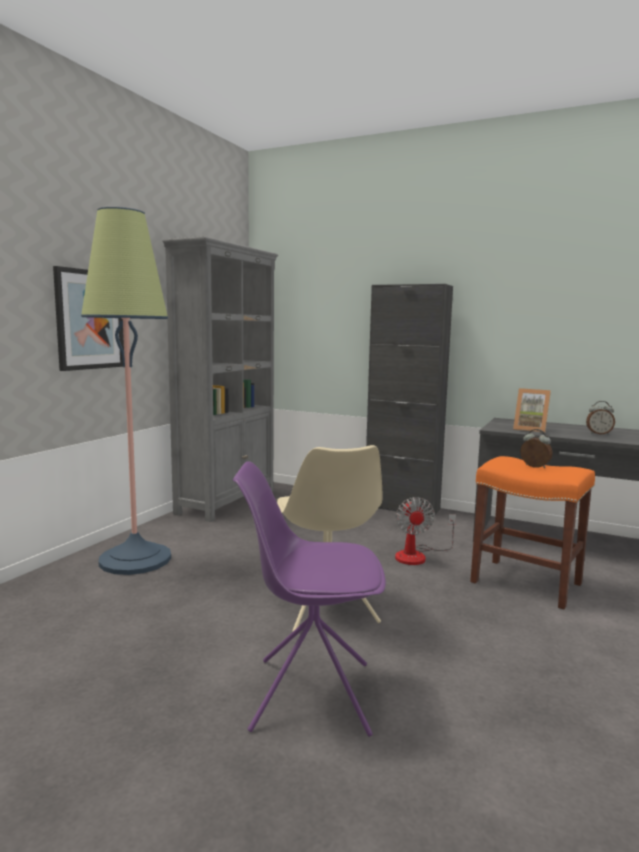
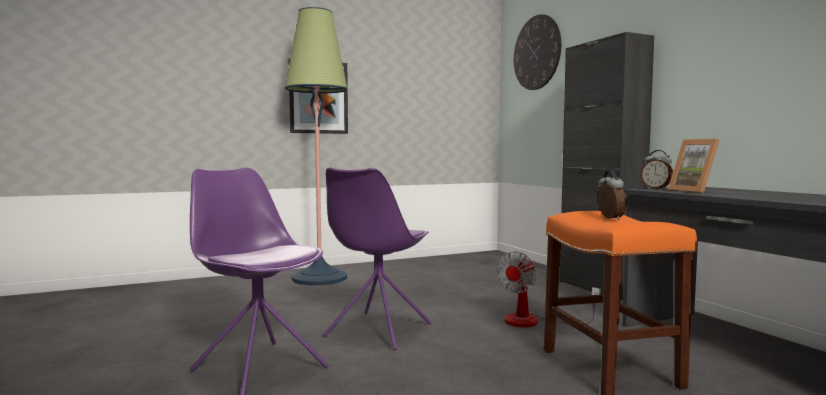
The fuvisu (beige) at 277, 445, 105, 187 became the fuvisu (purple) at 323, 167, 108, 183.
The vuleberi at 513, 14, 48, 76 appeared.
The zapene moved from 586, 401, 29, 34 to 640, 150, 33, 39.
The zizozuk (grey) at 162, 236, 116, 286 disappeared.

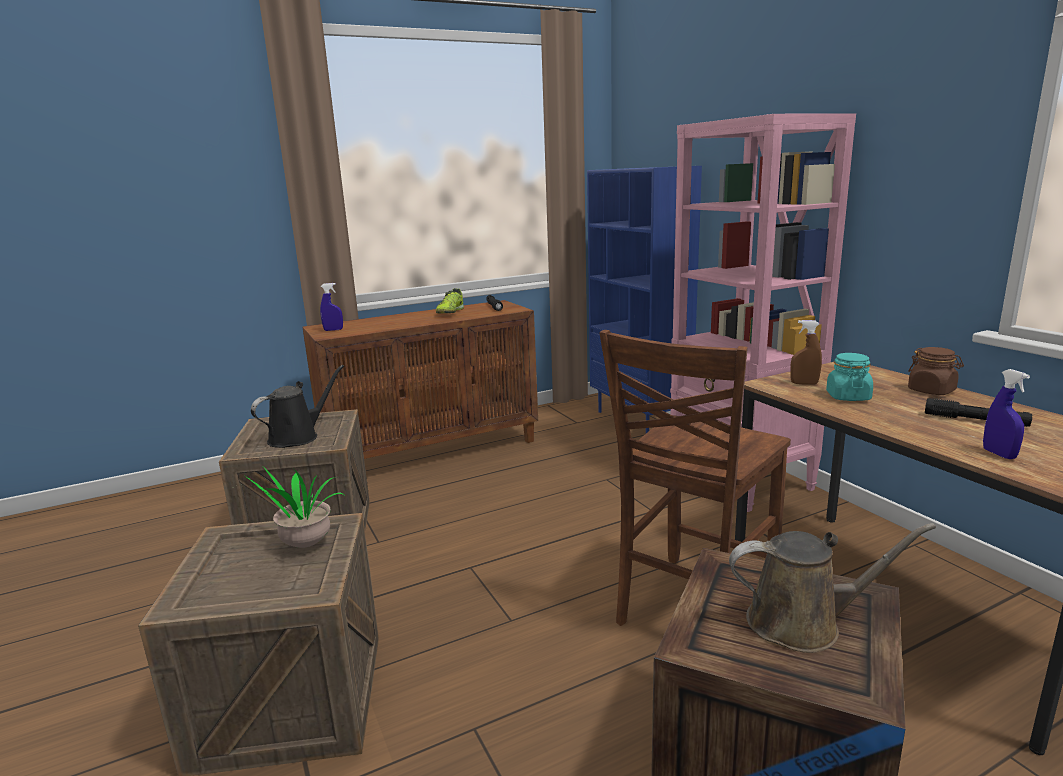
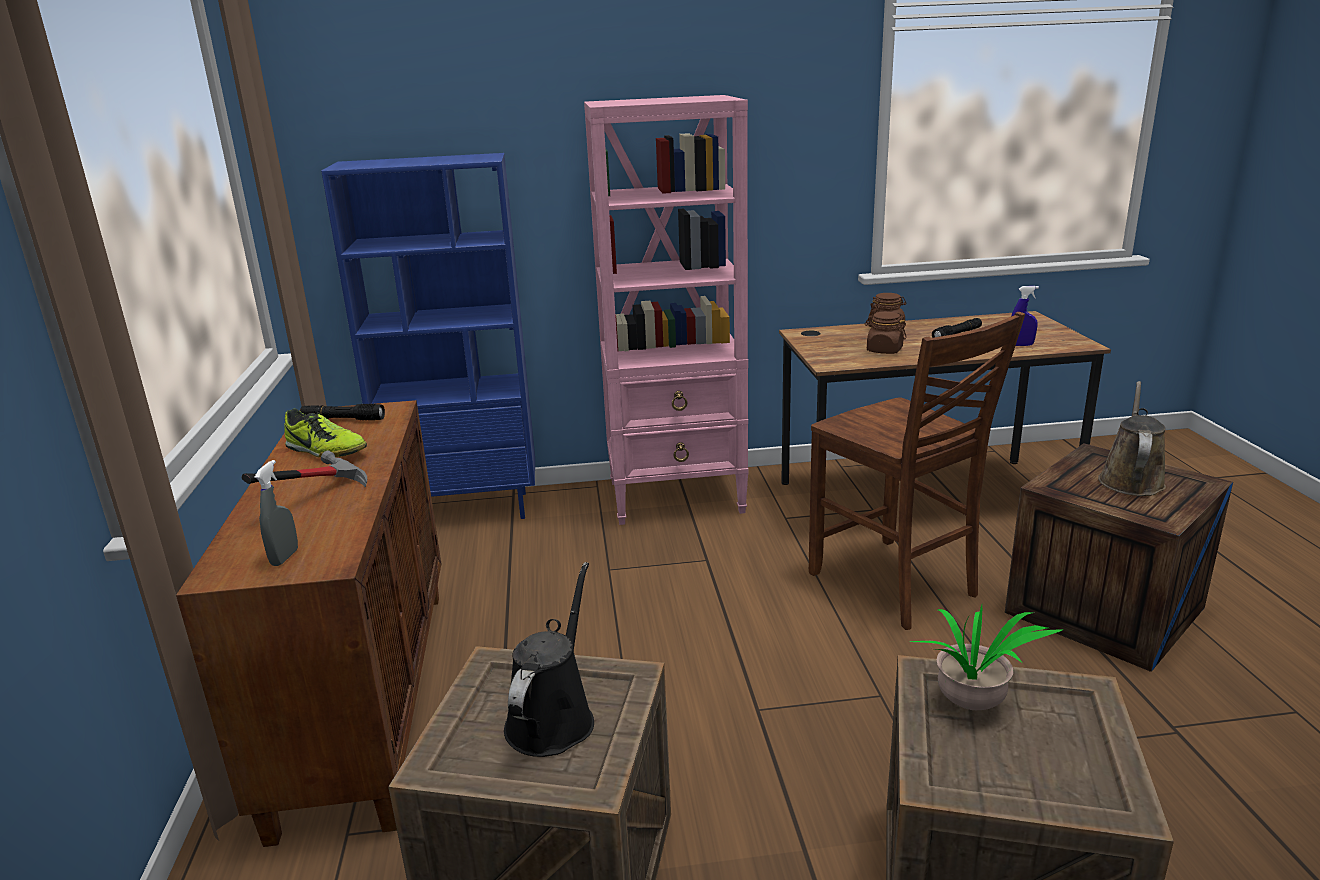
The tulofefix at 241, 450, 126, 37 appeared.
The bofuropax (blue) at 320, 283, 23, 48 became the bofuropax (grey) at 255, 460, 43, 106.
The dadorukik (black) at 251, 365, 93, 83 turned 45 degrees clockwise.
The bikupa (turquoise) at 826, 353, 47, 48 became the bikupa (brown) at 865, 312, 42, 42.
The bofuropax (brown) at 790, 320, 32, 65 disappeared.

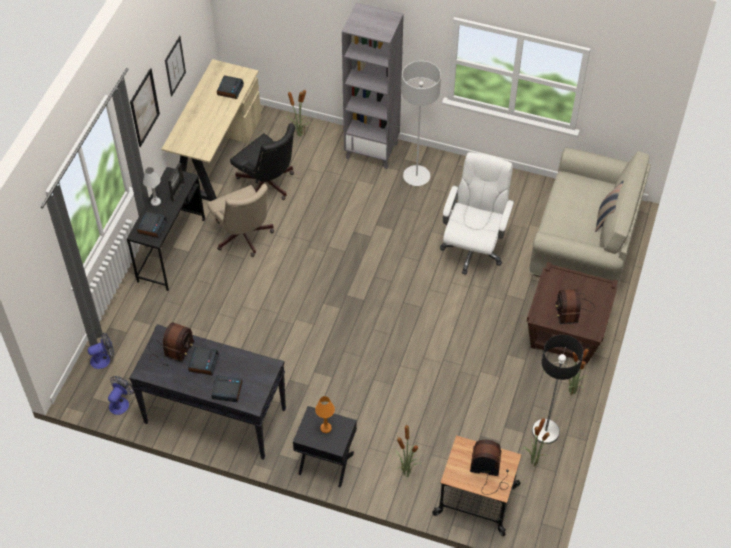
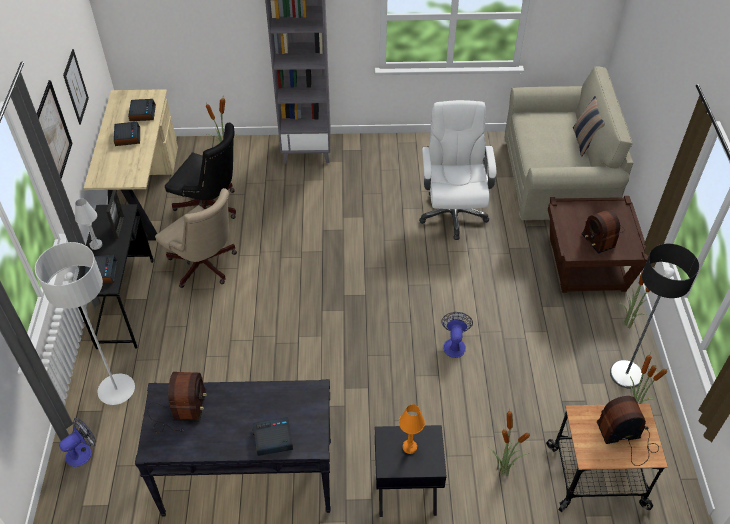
The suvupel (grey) moved from 402, 61, 39, 125 to 35, 242, 100, 163.
The zapene moved from 188, 346, 31, 29 to 114, 122, 26, 24.
The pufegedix moved from 108, 376, 26, 39 to 441, 312, 32, 46.

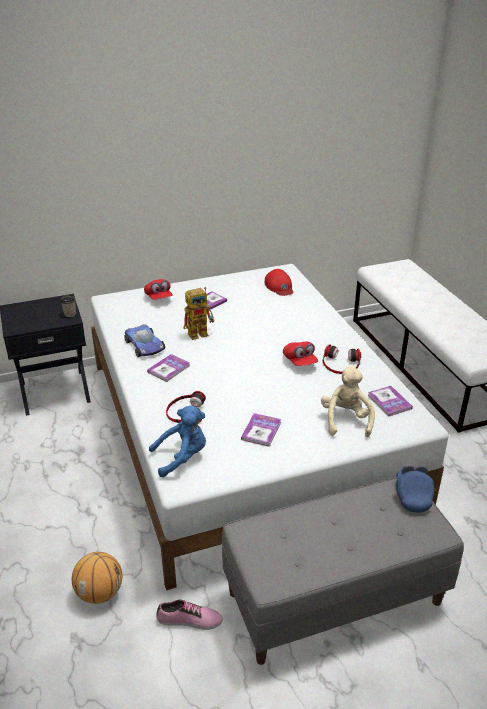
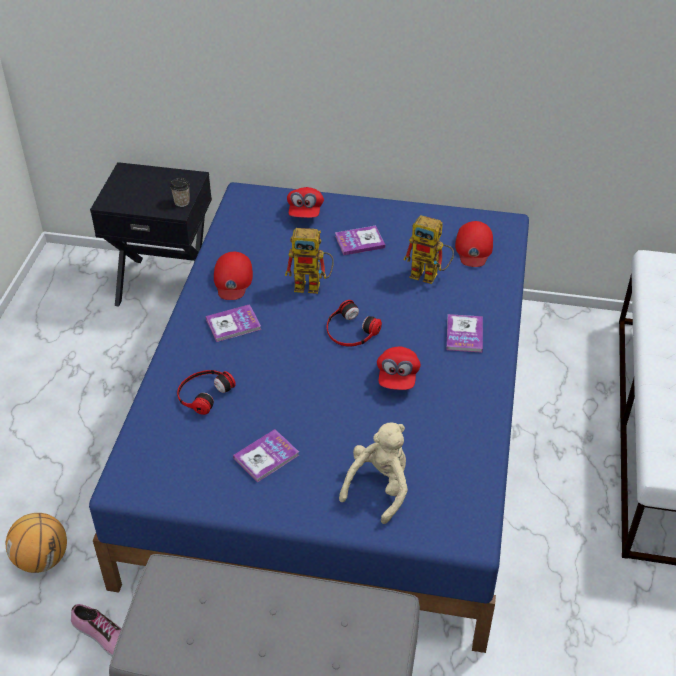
The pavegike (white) at 91, 264, 358, 326 became the pavegike (blue) at 89, 182, 440, 471.
The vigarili at 124, 324, 41, 33 was replaced by the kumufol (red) at 214, 252, 39, 48.
The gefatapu moved from 323, 344, 38, 30 to 327, 300, 55, 46.
The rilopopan at 403, 215, 51, 69 appeared.
The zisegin moved from 367, 386, 46, 31 to 447, 314, 36, 39.
The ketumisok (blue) at 149, 406, 57, 71 disappeared.
The kumufol (blue) at 396, 465, 38, 48 disappeared.

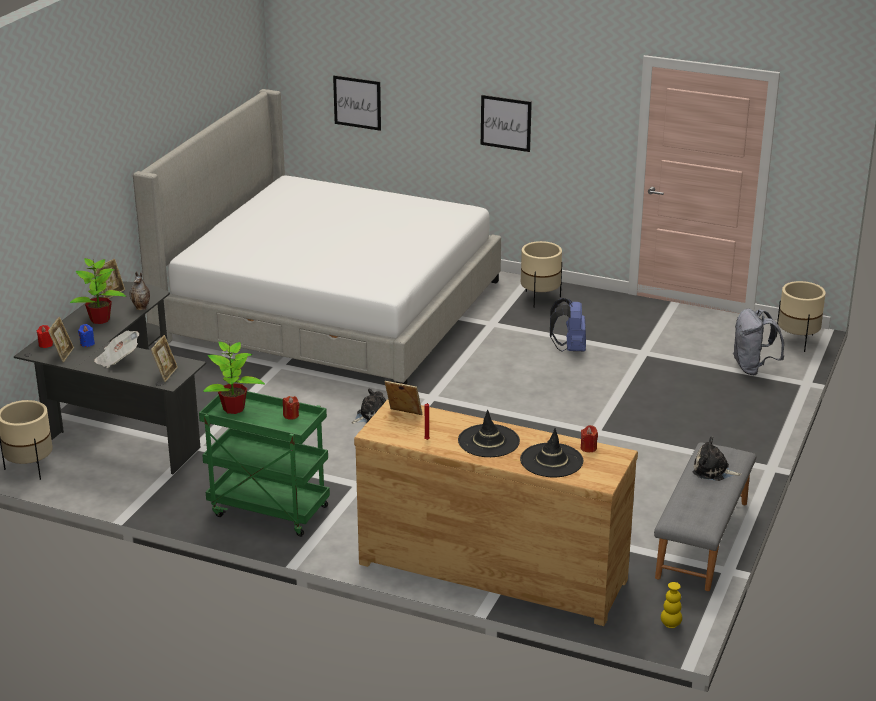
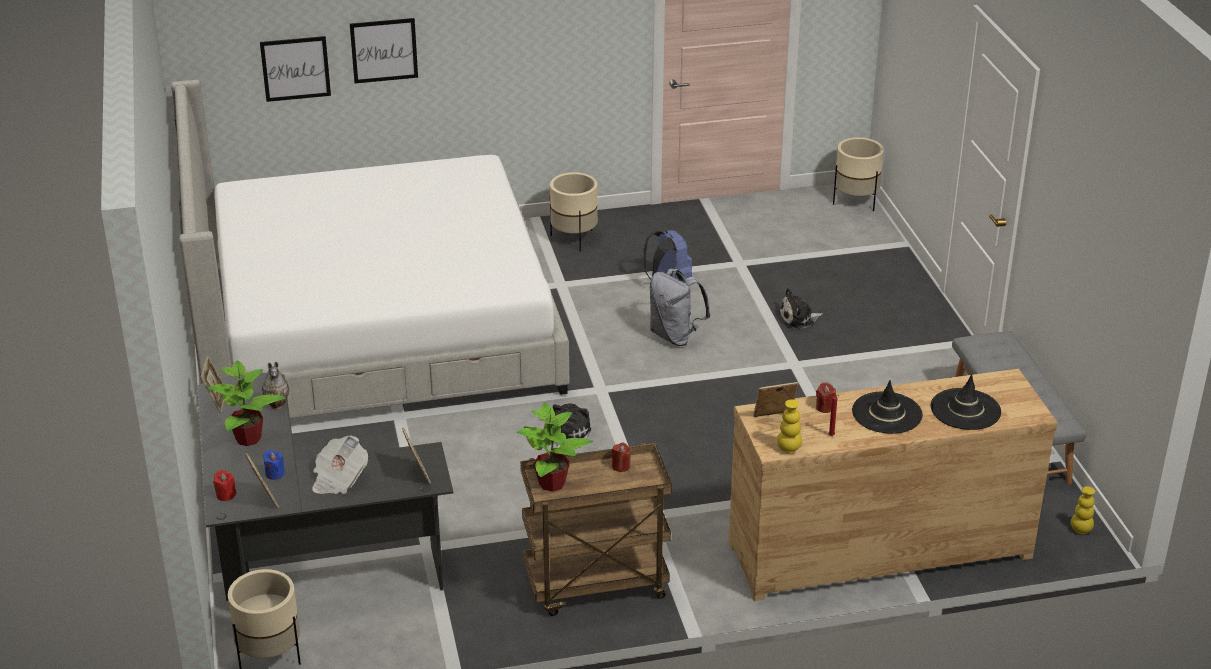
The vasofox moved from 481, 95, 51, 57 to 350, 18, 68, 65.
The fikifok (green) at 199, 391, 131, 146 became the fikifok (brown) at 520, 443, 152, 173.
The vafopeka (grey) moved from 733, 309, 51, 66 to 650, 269, 60, 77.
The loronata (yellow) at 777, 399, 25, 54 appeared.
The ketumisok moved from 693, 437, 49, 44 to 778, 288, 45, 41.
The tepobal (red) moved from 581, 425, 17, 27 to 816, 383, 20, 30.

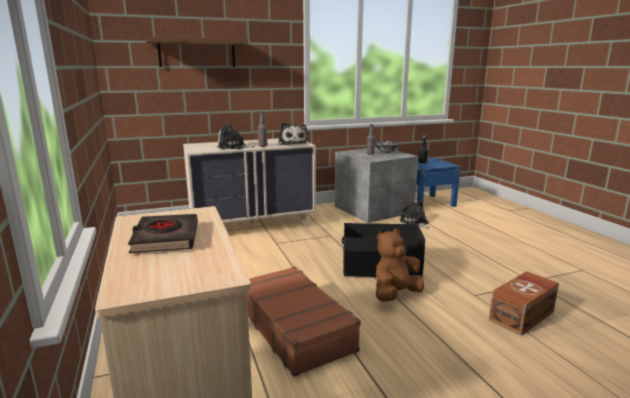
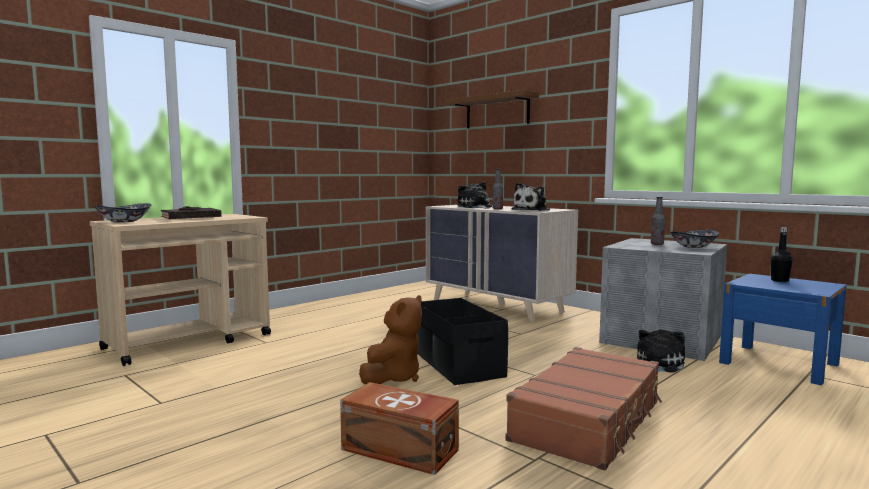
The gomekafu at 94, 203, 57, 20 appeared.
The ketumisok (brown) at 376, 229, 48, 73 turned 90 degrees clockwise.
The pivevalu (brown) moved from 247, 266, 114, 111 to 505, 347, 157, 123.

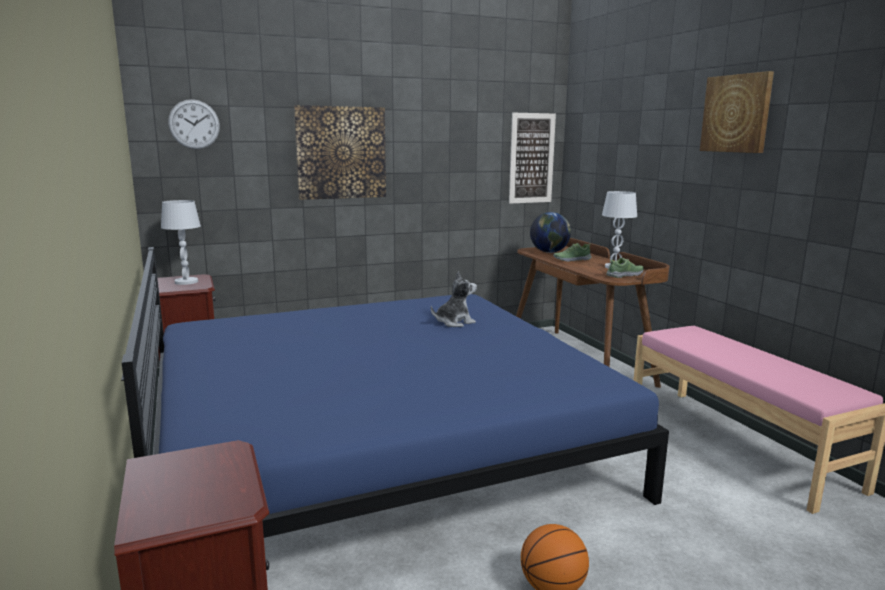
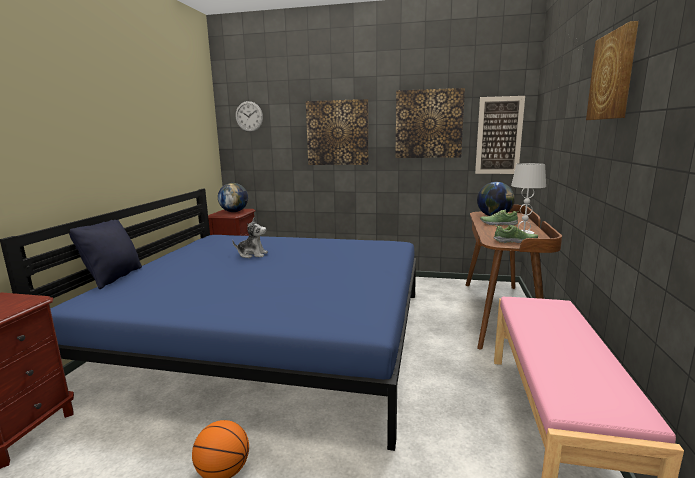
The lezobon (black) at 69, 220, 73, 69 appeared.
The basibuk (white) at 161, 200, 40, 85 was replaced by the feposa at 218, 183, 30, 29.
The ketumisok moved from 431, 271, 46, 56 to 232, 217, 36, 41.
The vasofox at 395, 88, 70, 70 appeared.

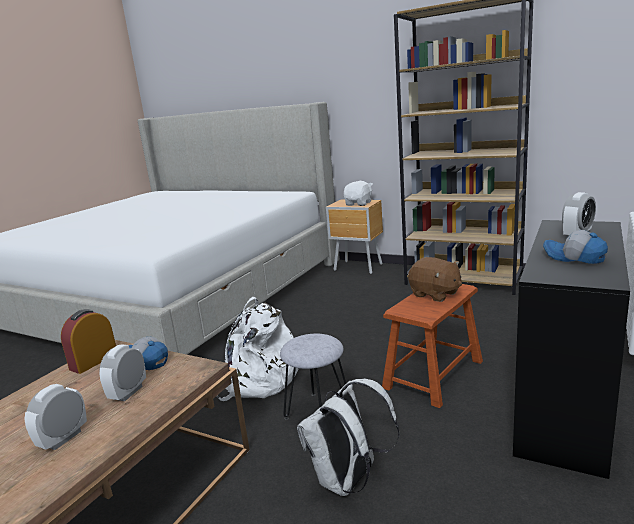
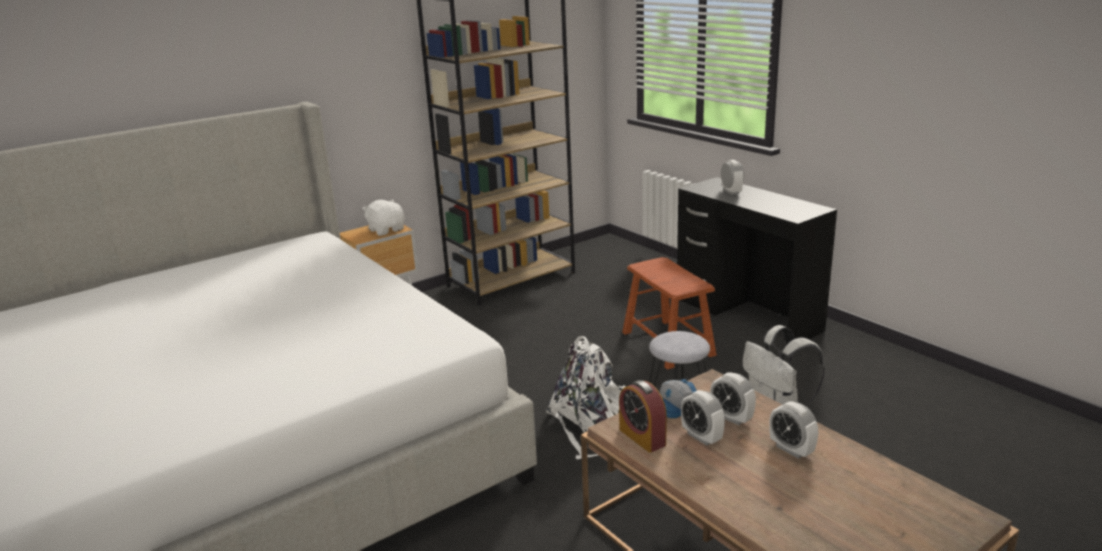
The zapene at 681, 390, 44, 56 appeared.
The ketumisok (brown) at 408, 257, 54, 45 disappeared.
The kumufol at 543, 230, 65, 34 disappeared.

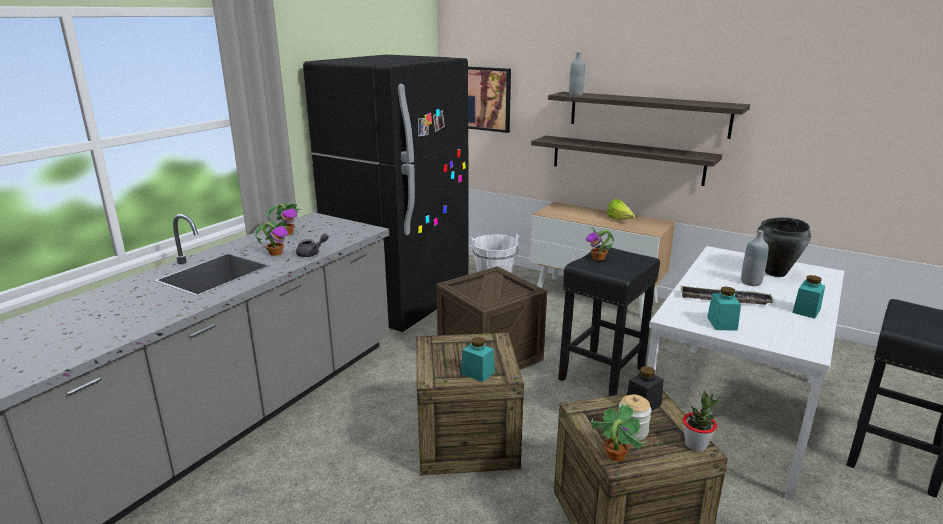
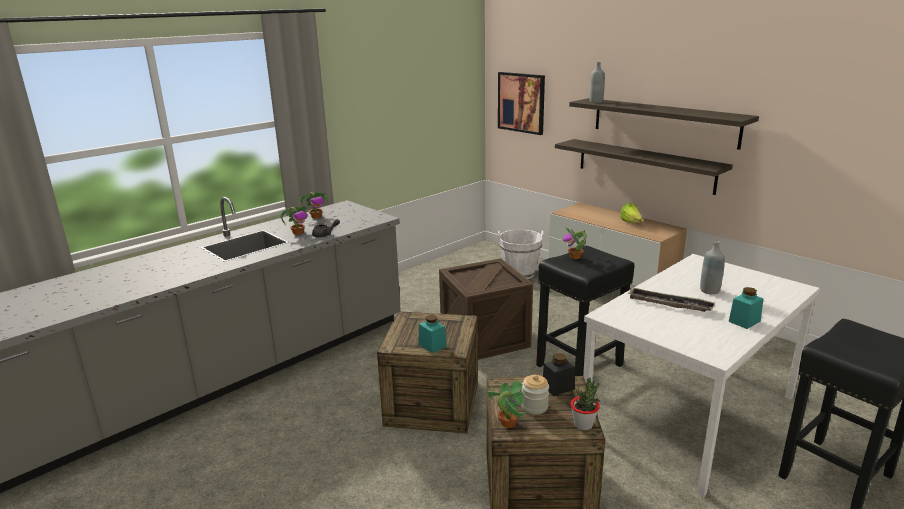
The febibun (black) at 303, 55, 166, 277 disappeared.
The bikupa (turquoise) at 707, 286, 34, 45 disappeared.
The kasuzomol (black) at 757, 217, 54, 60 disappeared.

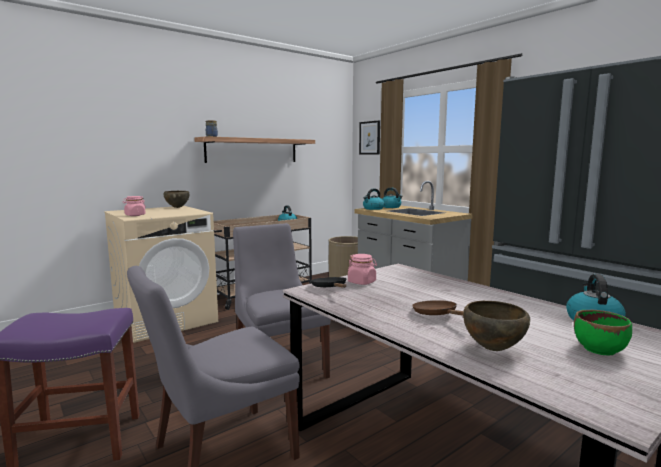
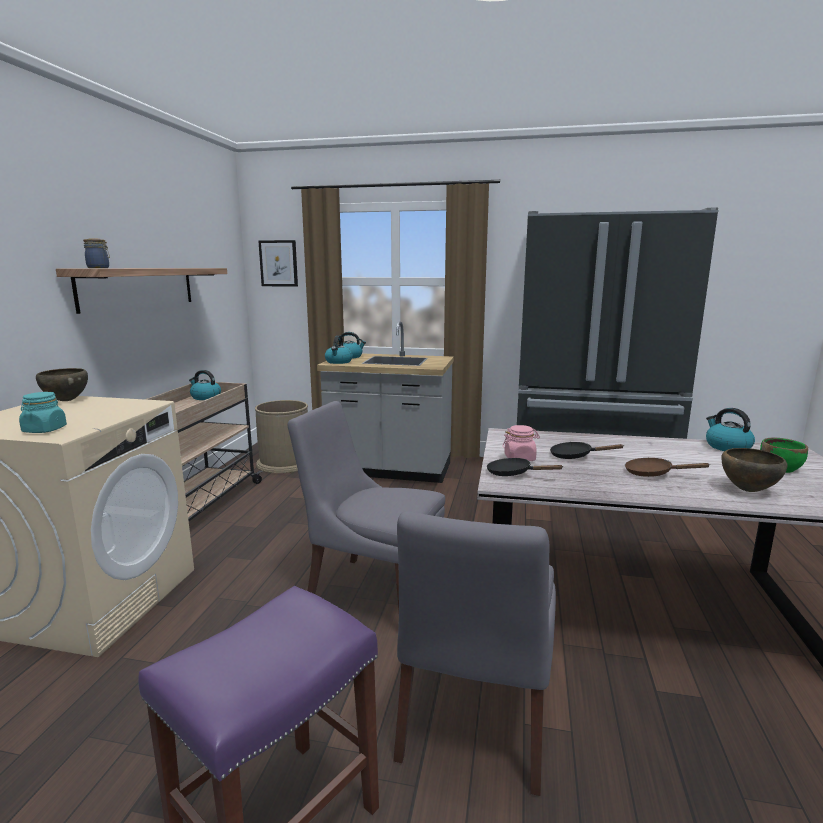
The bikupa (pink) at 122, 196, 24, 20 became the bikupa (turquoise) at 19, 392, 48, 41.
The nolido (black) at 550, 442, 73, 17 appeared.

